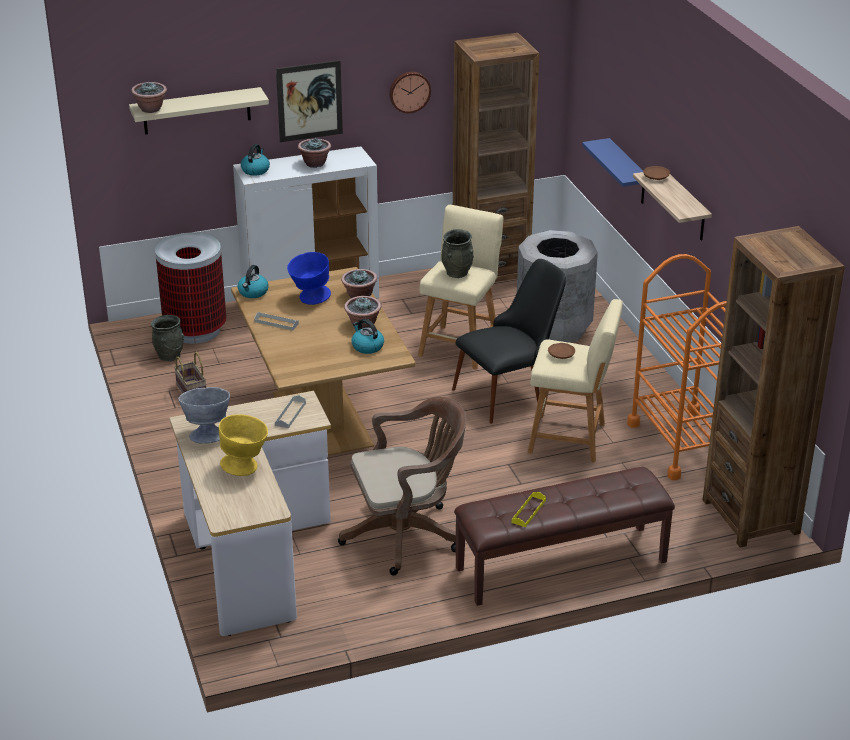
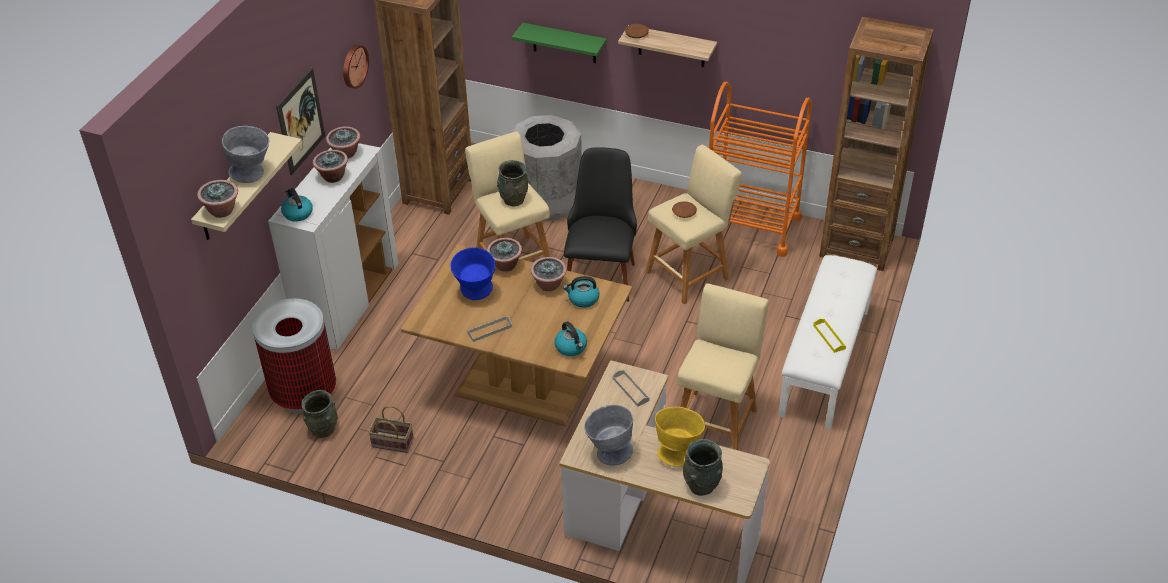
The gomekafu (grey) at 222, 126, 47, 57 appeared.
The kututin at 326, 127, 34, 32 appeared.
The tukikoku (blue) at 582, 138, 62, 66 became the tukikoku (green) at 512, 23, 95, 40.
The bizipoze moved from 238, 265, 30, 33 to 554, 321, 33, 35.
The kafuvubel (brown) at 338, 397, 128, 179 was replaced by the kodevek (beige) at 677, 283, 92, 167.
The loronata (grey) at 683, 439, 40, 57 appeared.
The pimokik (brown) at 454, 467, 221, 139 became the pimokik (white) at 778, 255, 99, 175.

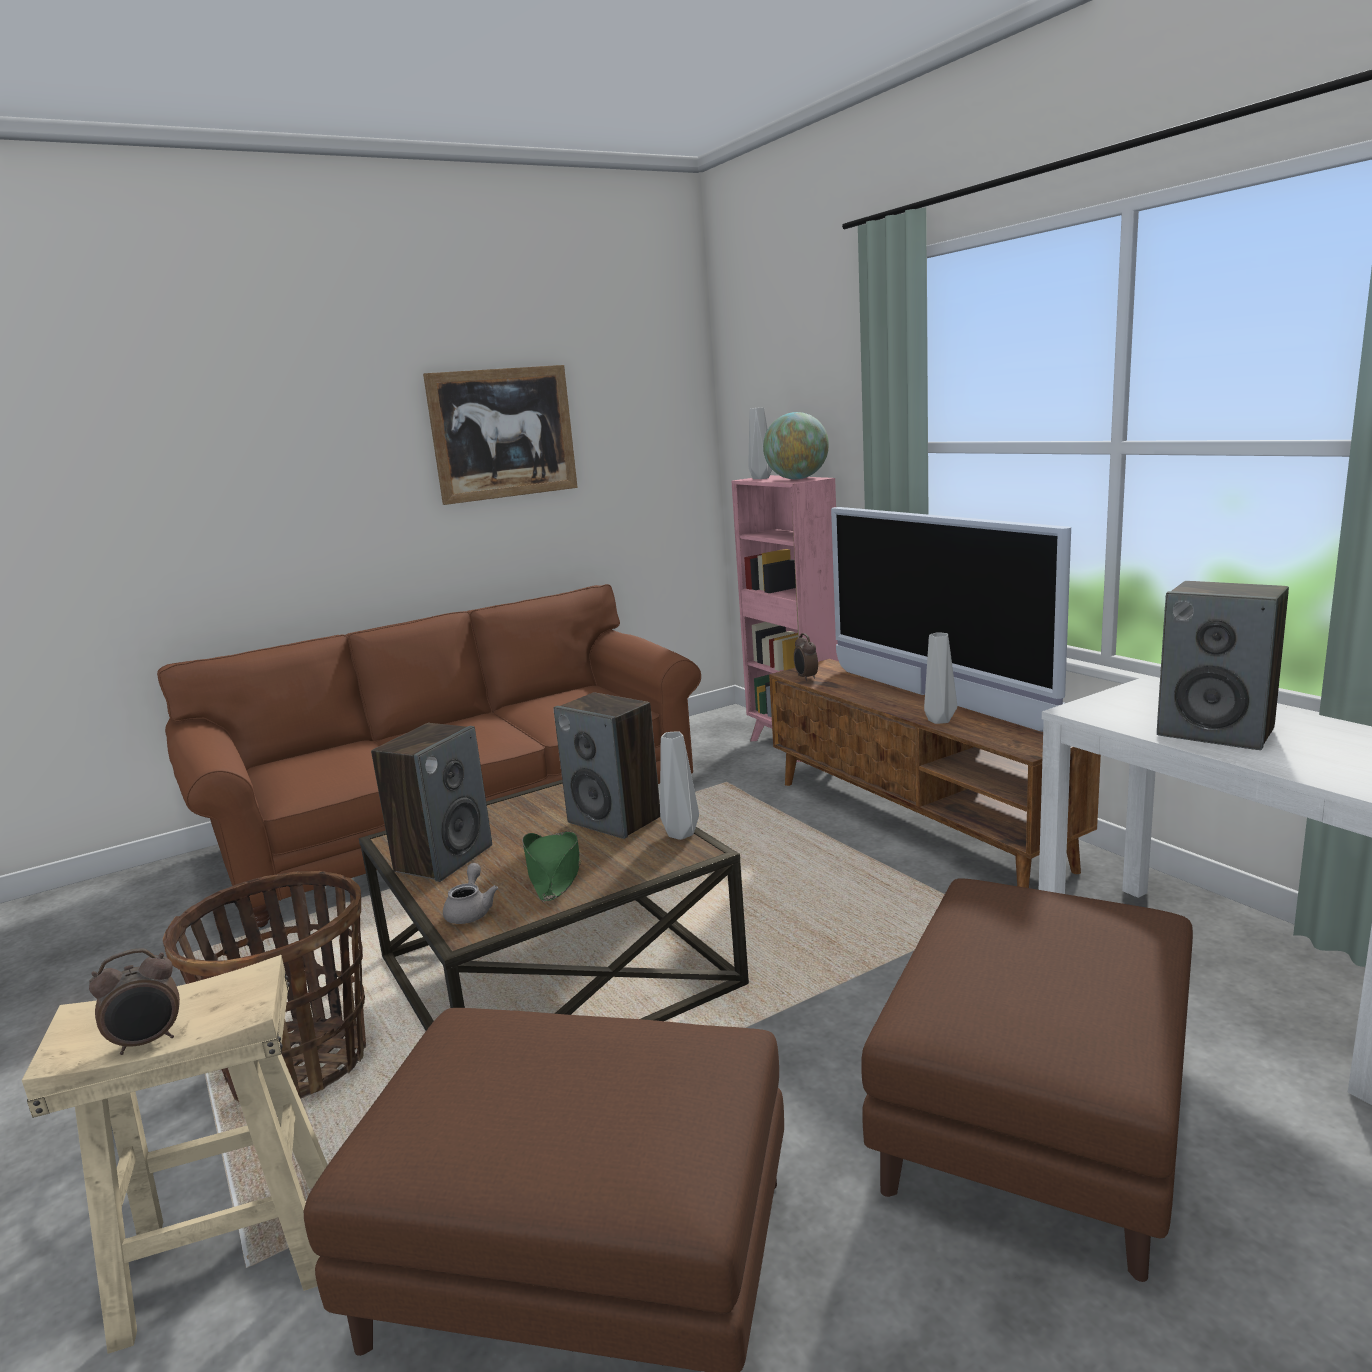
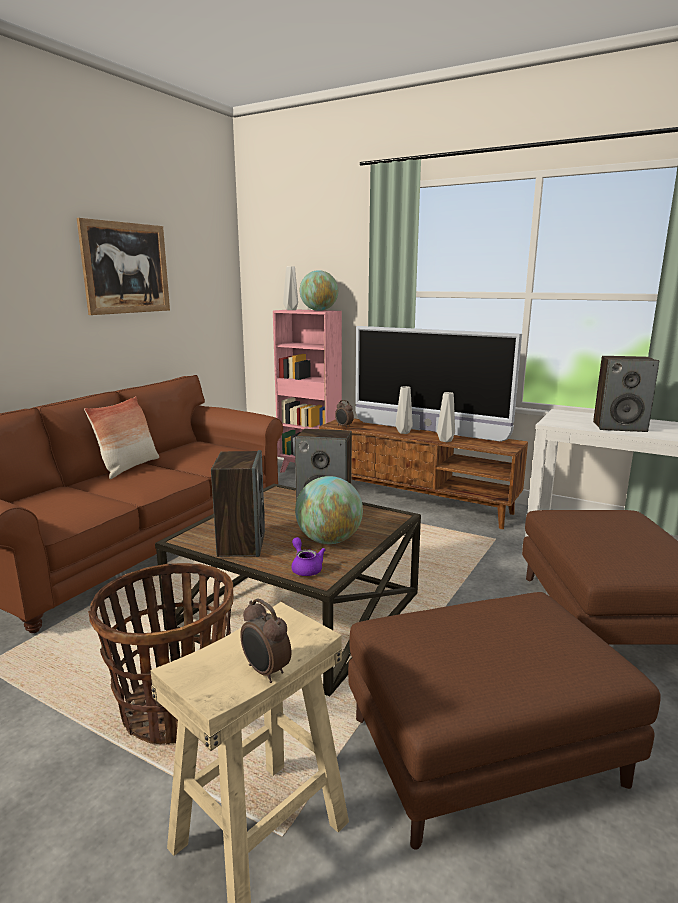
The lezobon at 84, 396, 75, 83 appeared.
The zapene at 89, 948, 91, 107 turned 105 degrees clockwise.
The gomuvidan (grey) at 443, 863, 55, 61 became the gomuvidan (purple) at 291, 537, 35, 39.
The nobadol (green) at 522, 831, 59, 70 was replaced by the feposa at 295, 476, 68, 68.
The loronata (grey) moved from 660, 731, 39, 109 to 395, 386, 18, 48.

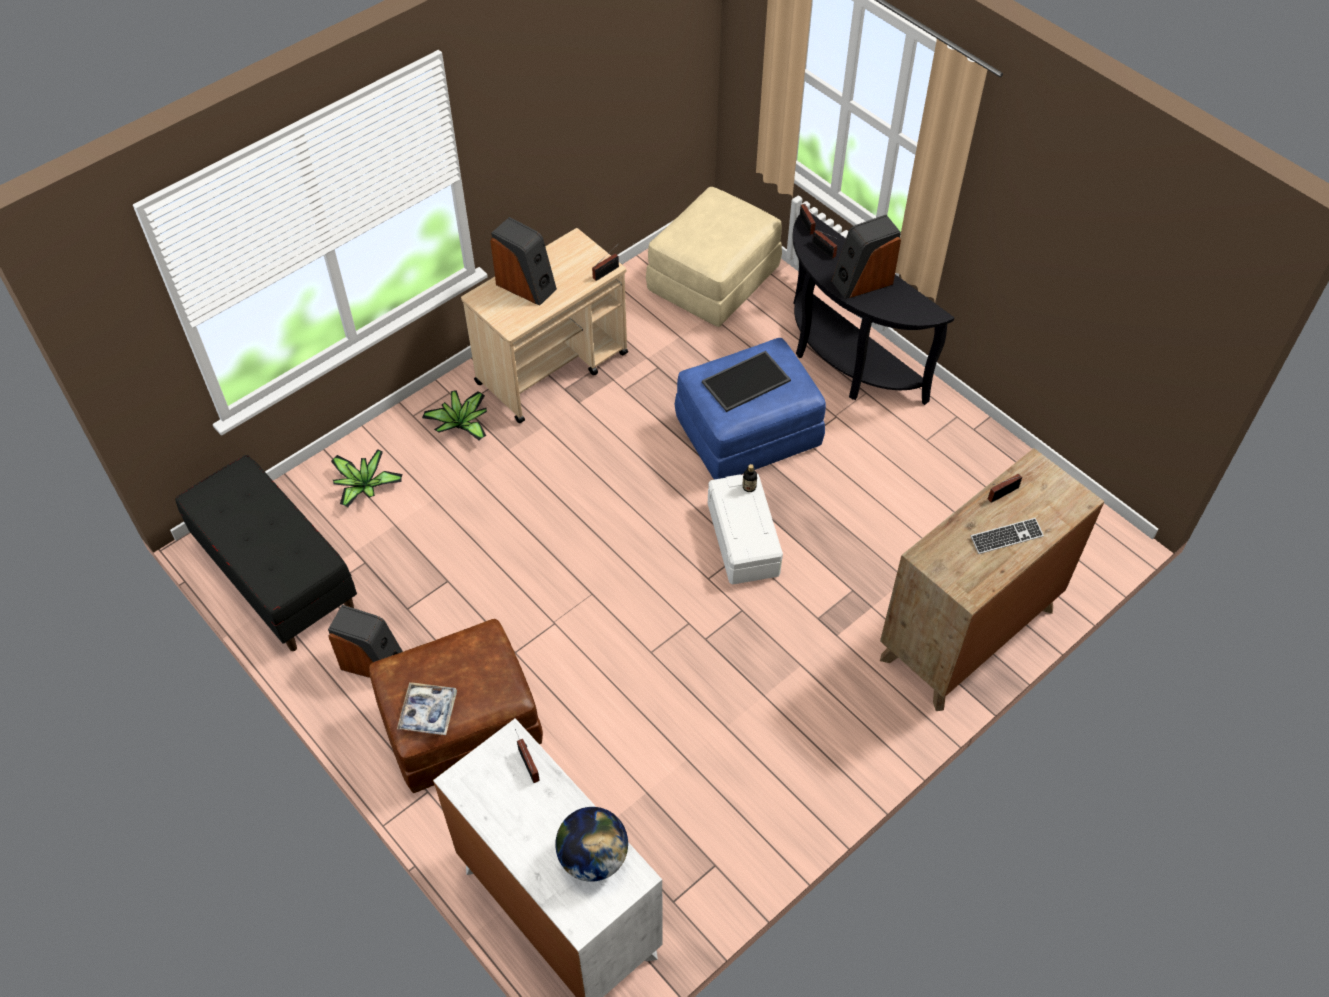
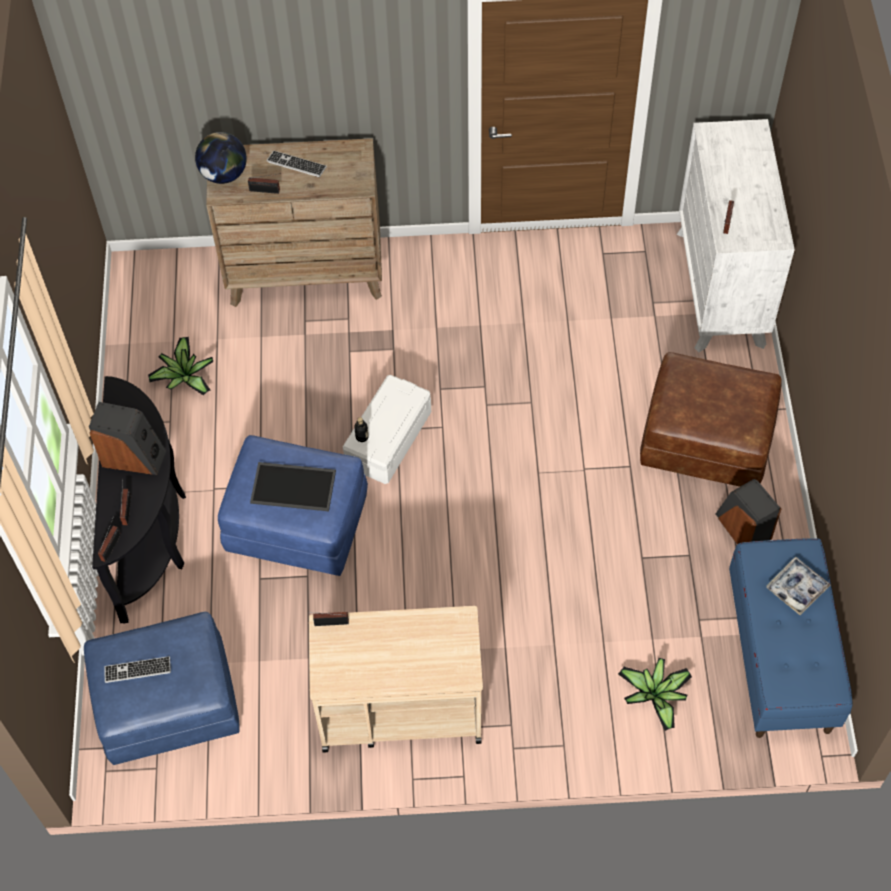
The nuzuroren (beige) at 646, 187, 136, 140 became the nuzuroren (blue) at 84, 612, 156, 153.
The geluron at 104, 656, 67, 27 appeared.
The kututin moved from 422, 390, 65, 51 to 148, 337, 65, 58.
The feposa moved from 555, 807, 73, 75 to 195, 132, 52, 52.
The pimokik (black) at 175, 455, 182, 196 became the pimokik (blue) at 729, 538, 124, 200.
The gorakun moved from 397, 682, 60, 53 to 766, 557, 65, 58.
The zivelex at 490, 217, 67, 89 disappeared.

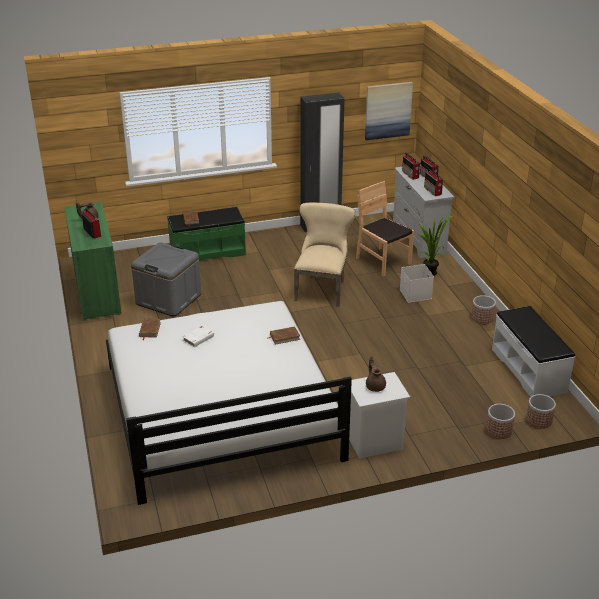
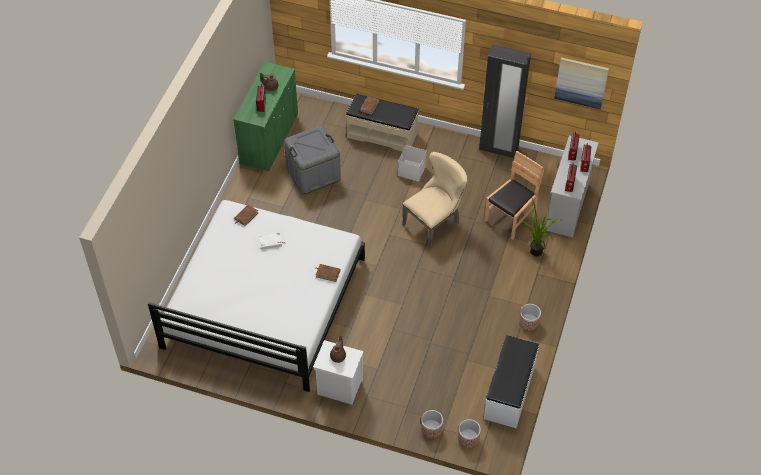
The pimokik (green) at 167, 207, 79, 53 became the pimokik (beige) at 346, 93, 73, 58.
The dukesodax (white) moved from 400, 264, 34, 38 to 398, 145, 28, 36.
The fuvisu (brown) at 356, 181, 58, 96 turned 45 degrees clockwise.

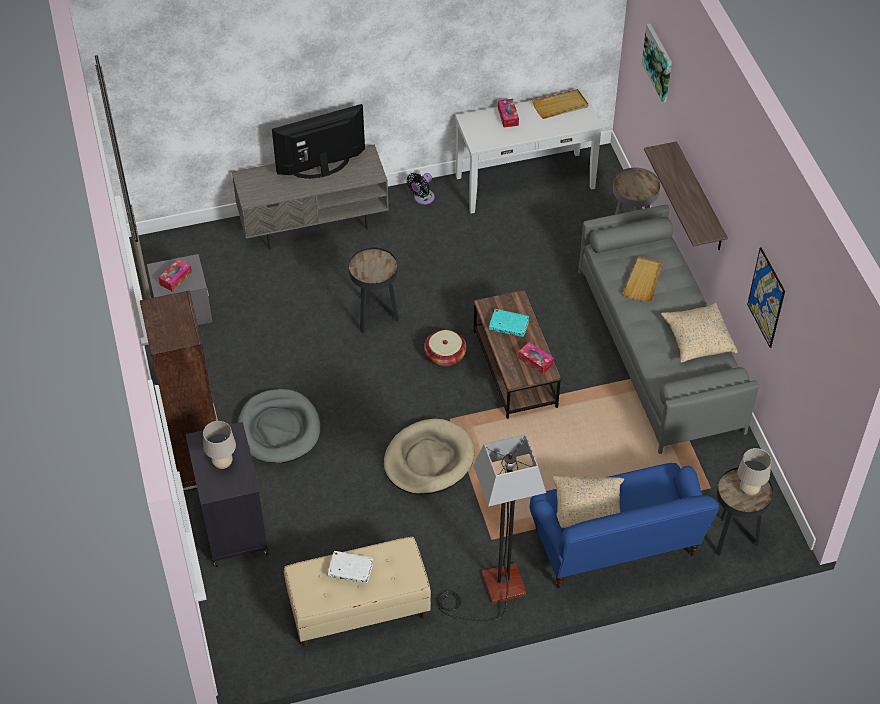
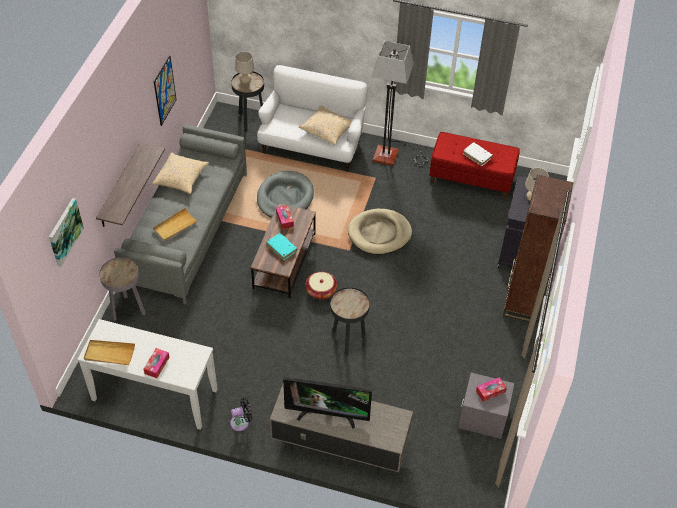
The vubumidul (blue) at 529, 463, 190, 125 became the vubumidul (white) at 257, 65, 111, 107.
The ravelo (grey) moved from 238, 389, 82, 74 to 257, 171, 57, 47.
The pimokik (beige) at 284, 537, 147, 110 became the pimokik (red) at 429, 132, 91, 67.

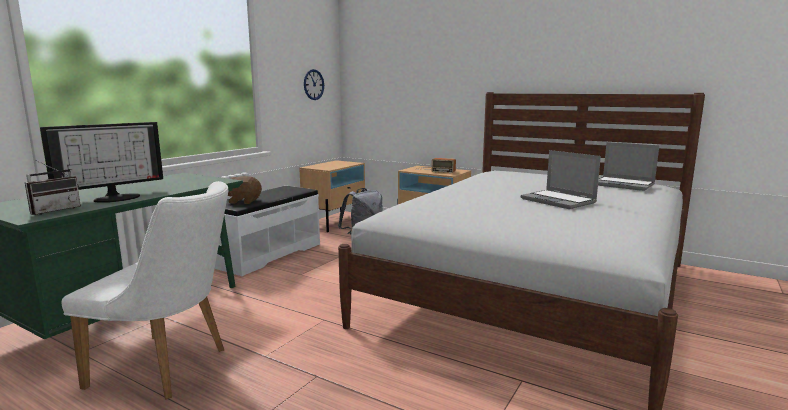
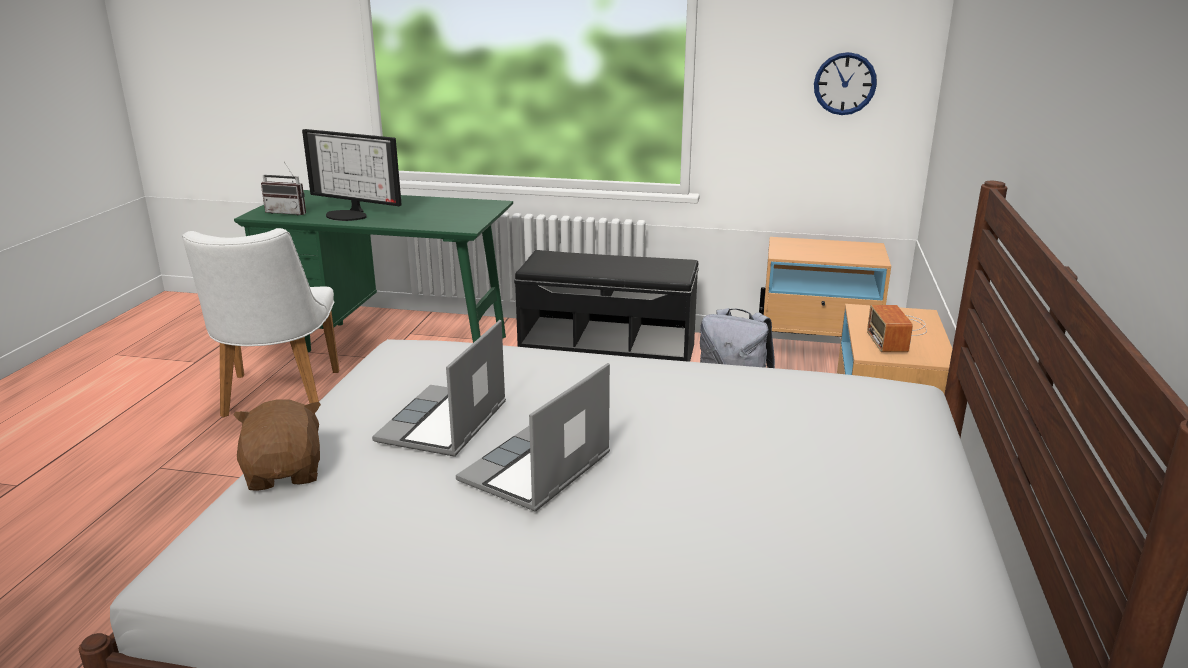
The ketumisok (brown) moved from 228, 176, 34, 28 to 234, 399, 87, 92.
The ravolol moved from 598, 142, 61, 49 to 372, 320, 134, 137.
The pimokik (white) at 215, 186, 105, 90 became the pimokik (black) at 514, 250, 185, 112.

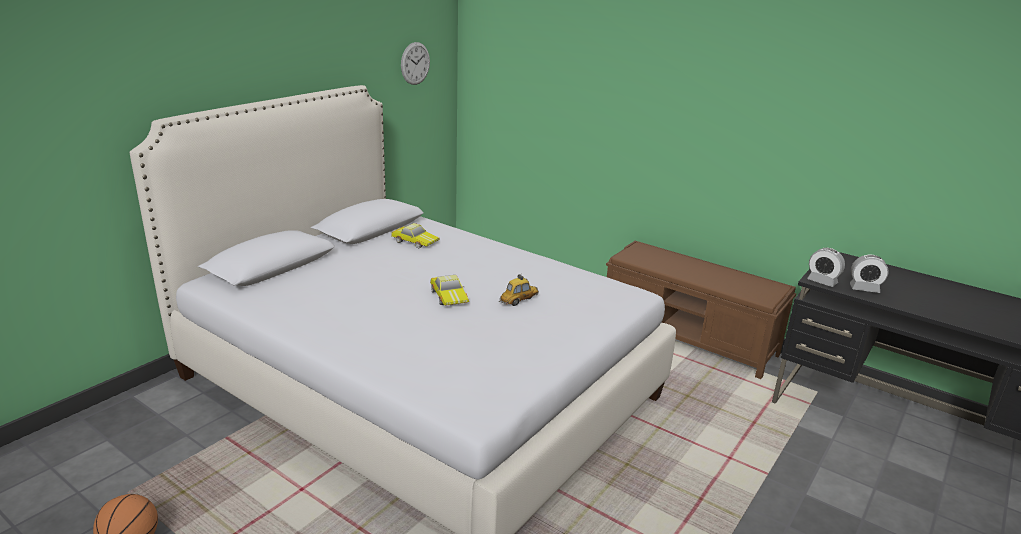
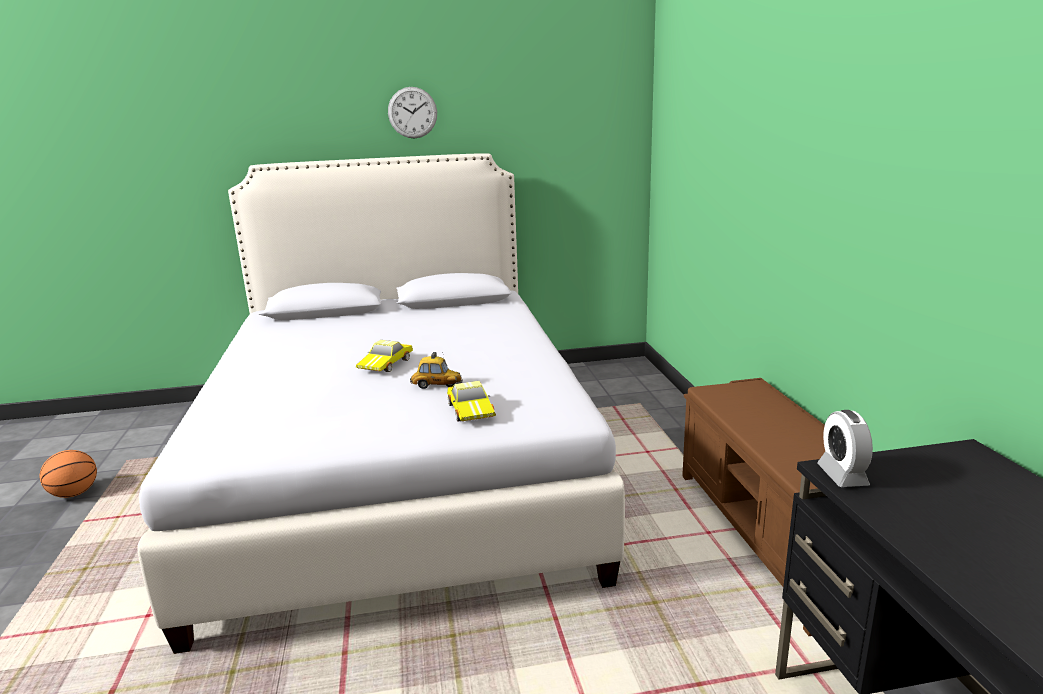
The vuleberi moved from 401, 42, 29, 43 to 388, 87, 49, 51.
The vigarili moved from 391, 223, 49, 26 to 447, 381, 49, 40.
The zapene at 850, 255, 39, 38 disappeared.

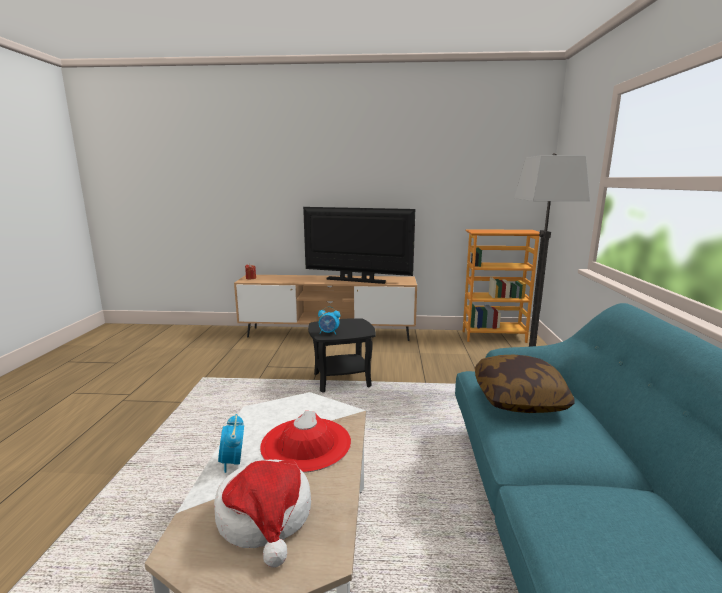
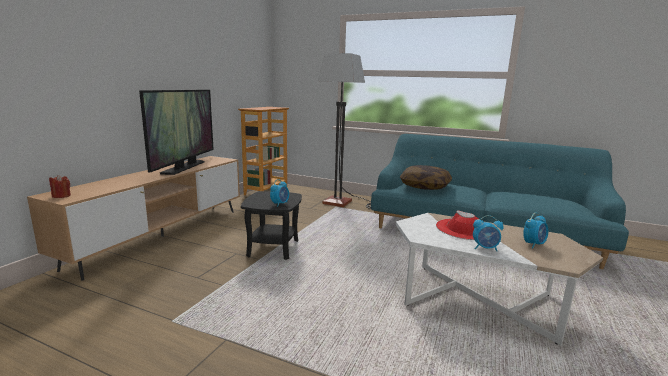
The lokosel at 303, 207, 112, 77 turned 150 degrees clockwise.
The nobadol at 214, 460, 97, 108 was replaced by the zapene at 523, 213, 25, 35.

